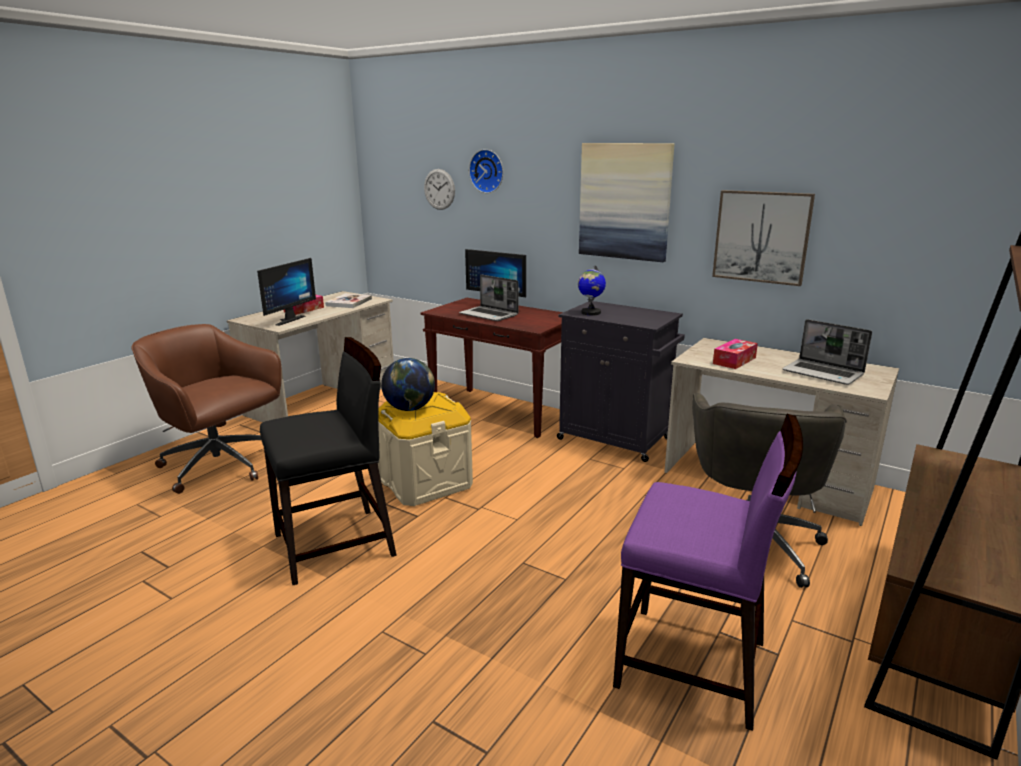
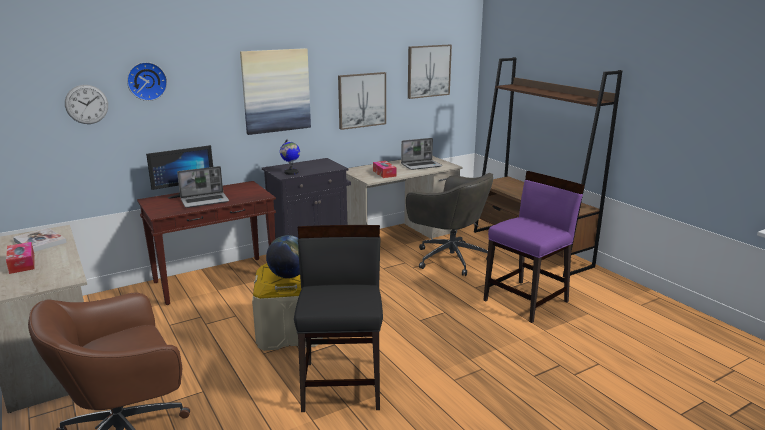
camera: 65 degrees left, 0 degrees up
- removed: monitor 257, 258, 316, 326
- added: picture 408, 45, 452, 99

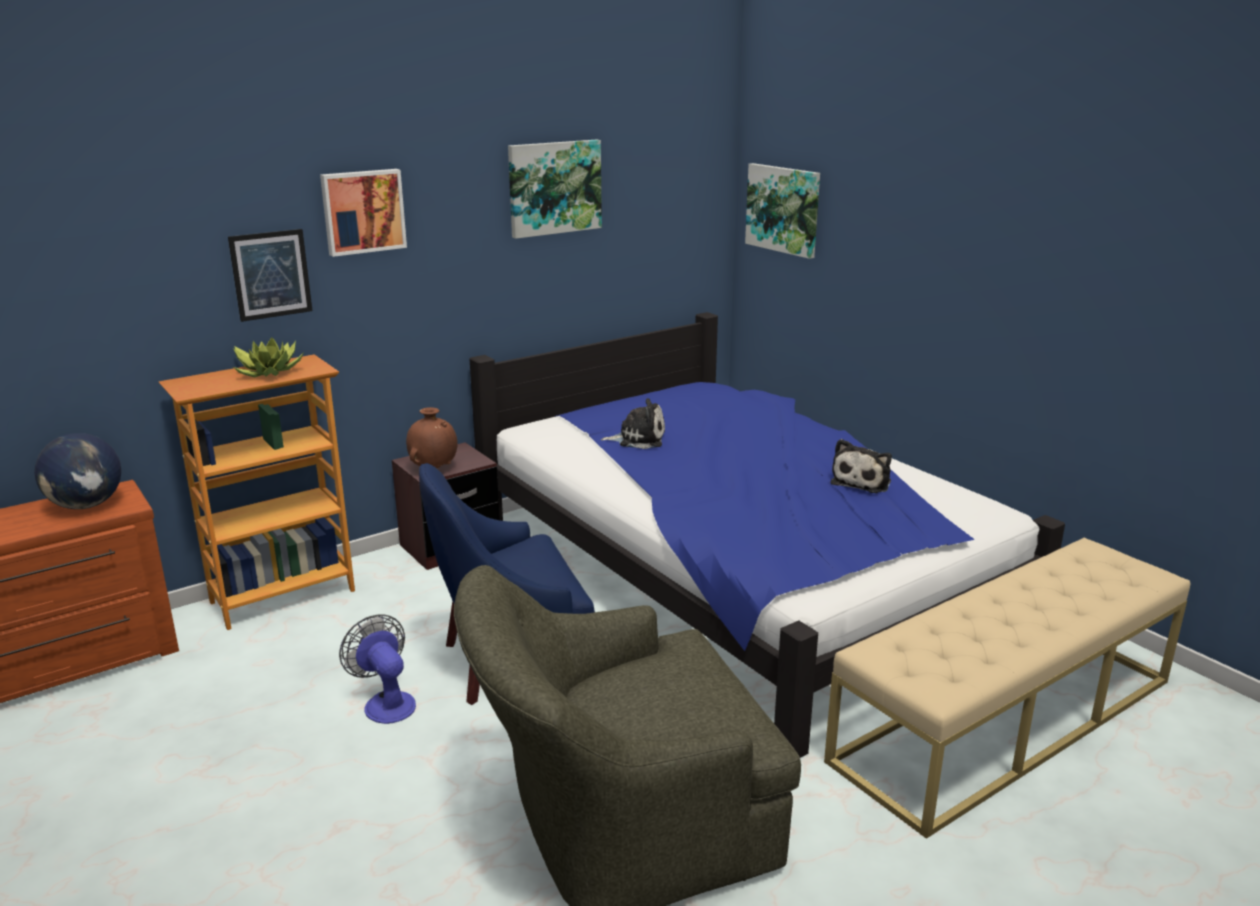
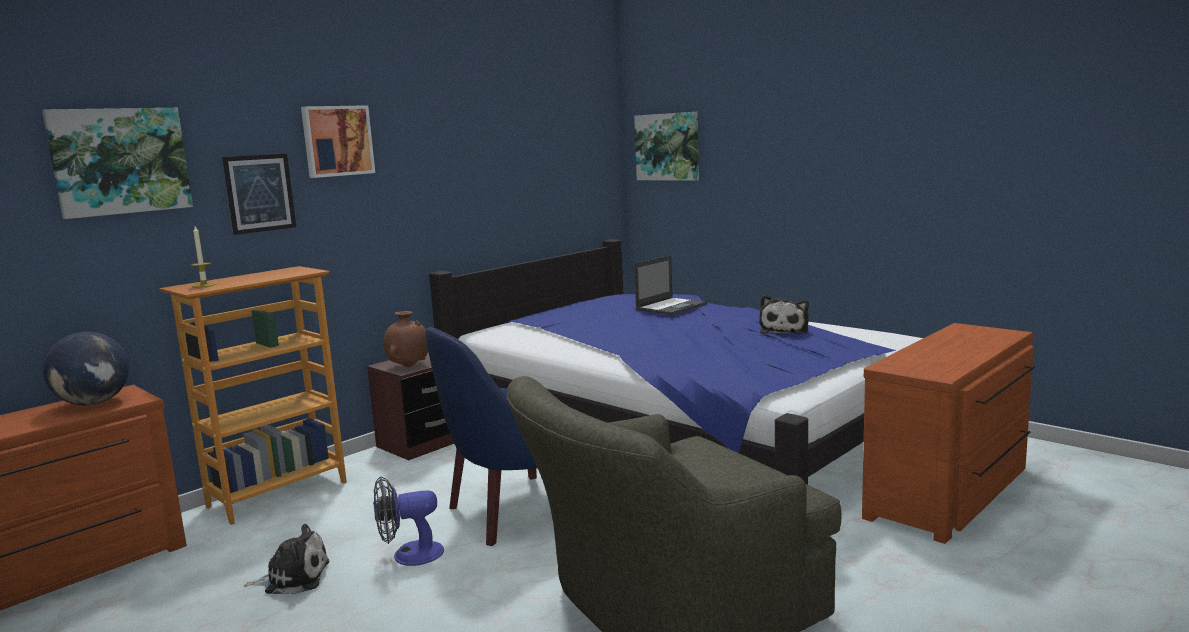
camera: 10 degrees left, 10 degrees down
- removed: potted plant 233, 337, 304, 377
- added: candle 191, 226, 216, 288
- added: laptop 634, 255, 707, 315
- moved: picture 508, 140, 602, 239 to 42, 108, 193, 219
- moved: plush toy 601, 398, 665, 449 to 244, 524, 329, 595
- replaced: beige bench 824, 538, 1191, 839 to brown dresser 862, 323, 1035, 544
- turned: fan 339, 614, 416, 724 = 373, 476, 444, 566 60 degrees counterclockwise

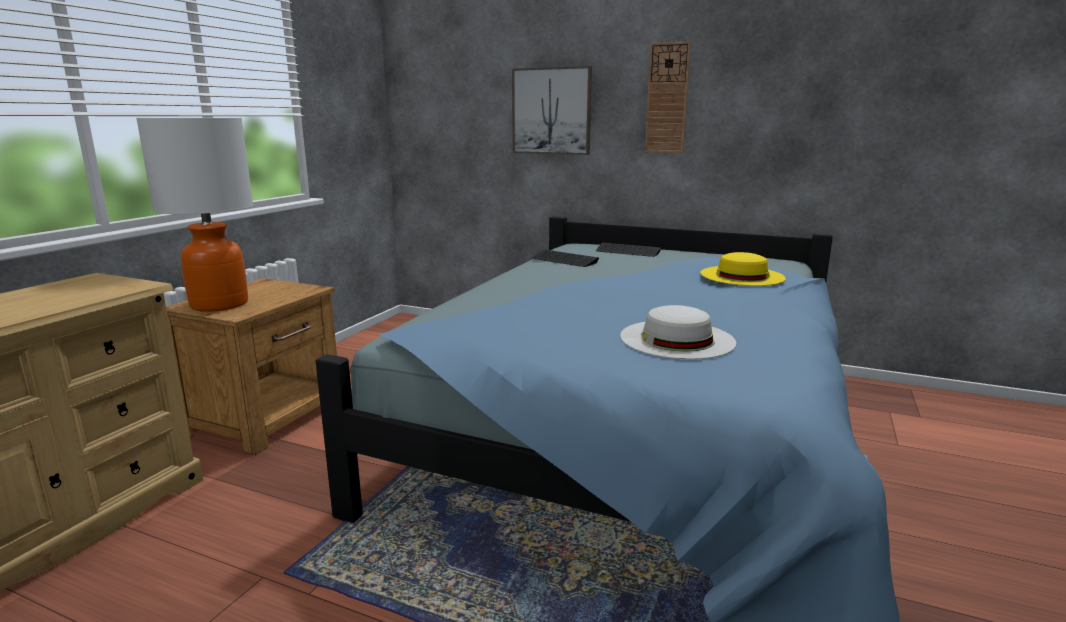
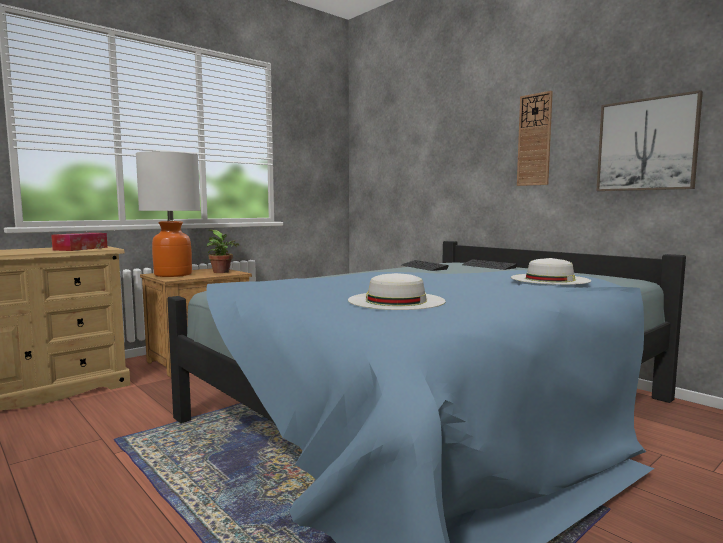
camera: 25 degrees right, 10 degrees down
- added: tissue box 51, 233, 108, 251
- added: potted plant 207, 230, 240, 273
- moved: picture 512, 66, 592, 155 to 597, 90, 703, 191
- recoloured: yellow hat 700, 252, 786, 286 to white hat 511, 258, 591, 285

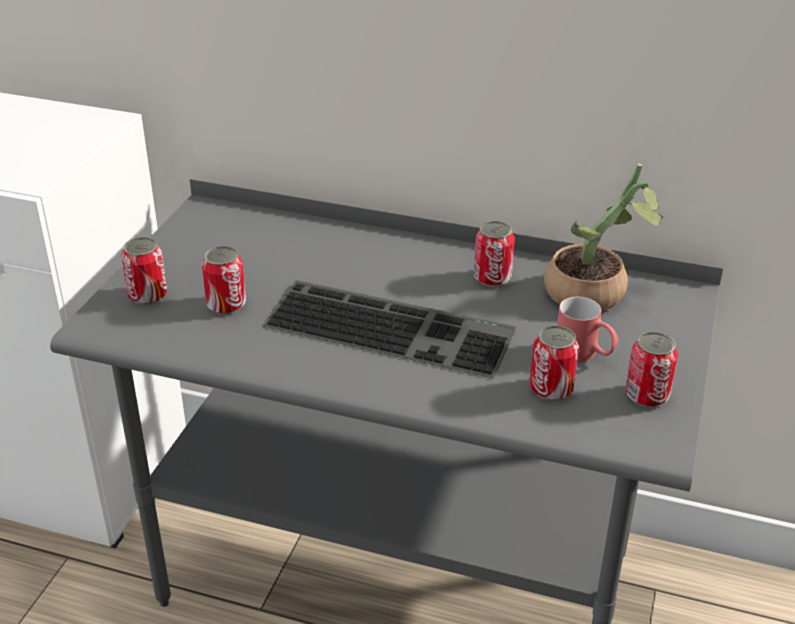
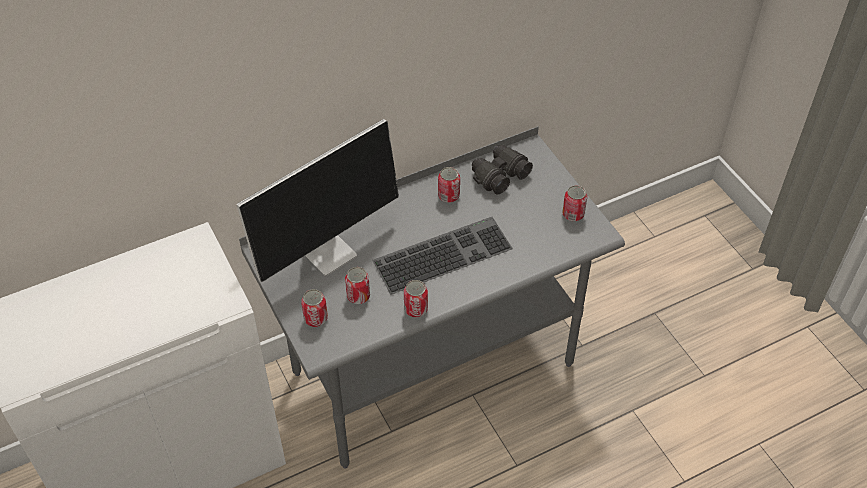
camera: 45 degrees left, 15 degrees up
- removed: red mug 557, 297, 618, 363
- added: monitor 237, 119, 399, 282
- moved: can 530, 325, 579, 401 to 404, 280, 428, 317
- replaced: potted plant 544, 163, 664, 311 to black binoculars 472, 145, 533, 195

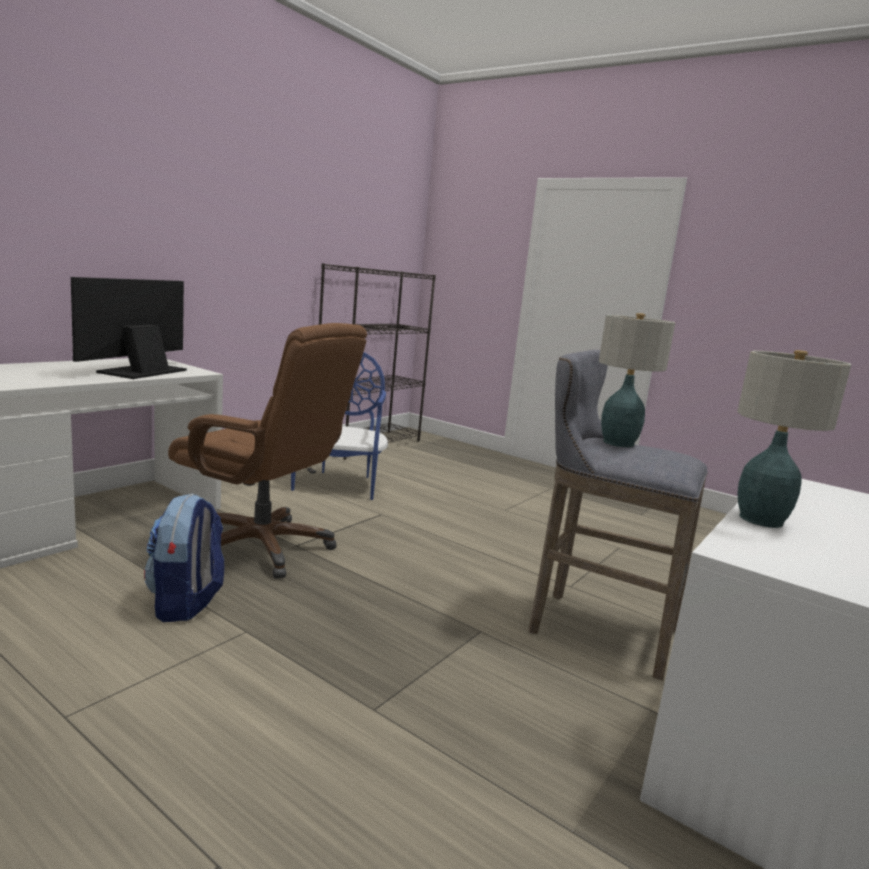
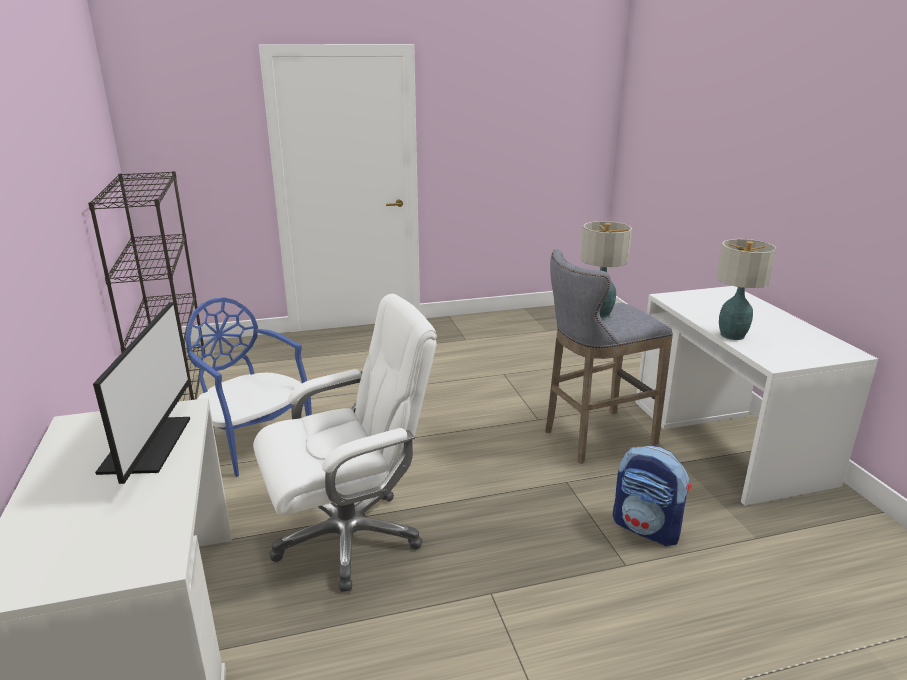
camera: 50 degrees left, 10 degrees up
- moved: backpack 144, 493, 224, 622 to 613, 446, 692, 546
- recoloured: brown office chair 168, 323, 367, 579 to white office chair 253, 294, 437, 592
- turned: monitor 71, 277, 187, 379 = 93, 302, 190, 484 150 degrees counterclockwise

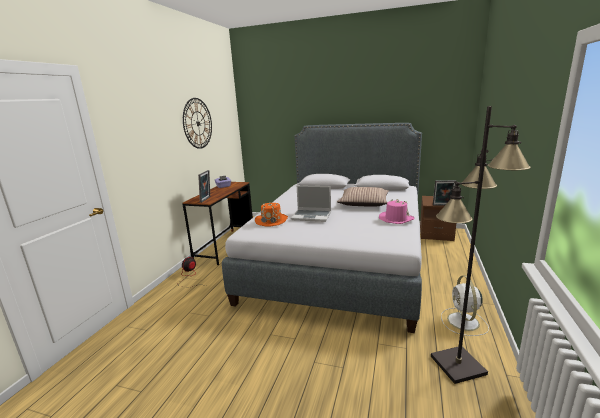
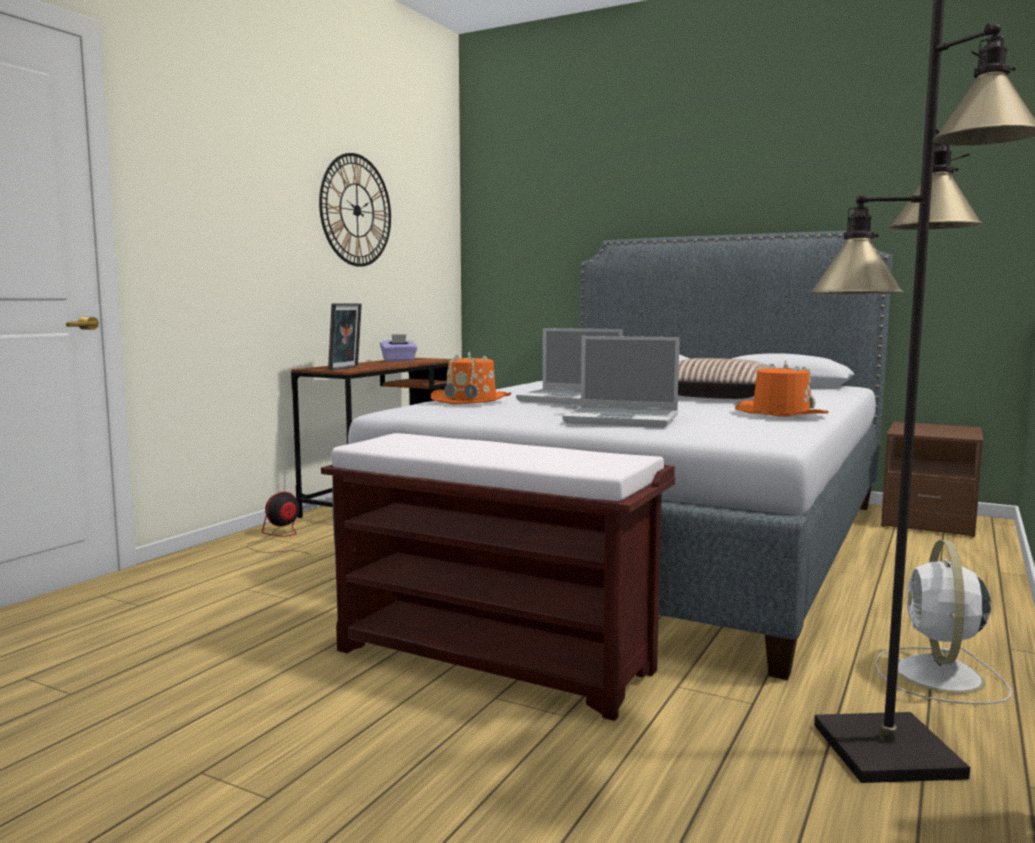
camera: 10 degrees right, 10 degrees down
- removed: picture frame 433, 180, 457, 206
- added: brown bench 321, 433, 675, 721
- added: laptop 563, 336, 680, 428
- recoloured: pink hat 379, 199, 414, 224 to orange hat 735, 360, 829, 416

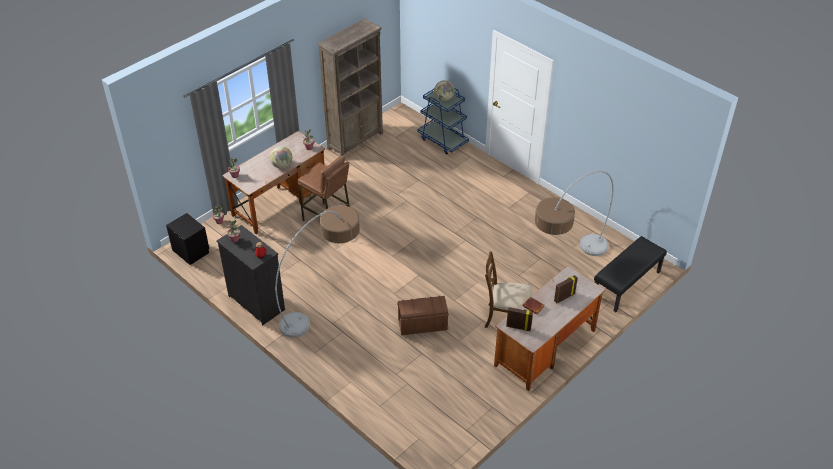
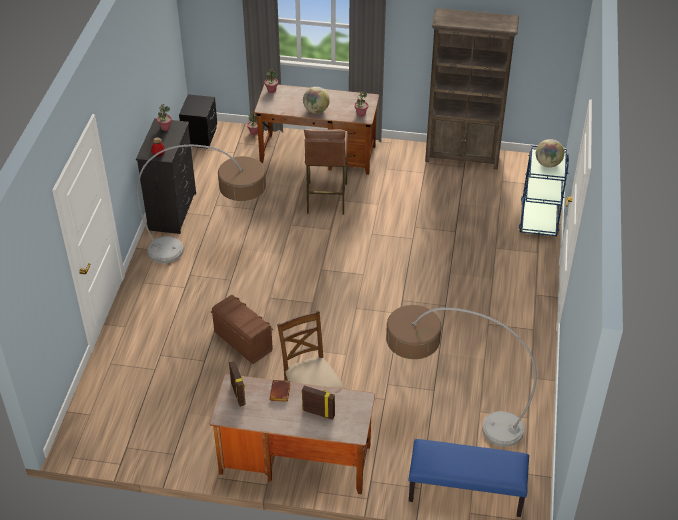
camera: 55 degrees right, 0 degrees up
- recoloured: black bench 594, 236, 667, 312 to blue bench 408, 439, 529, 517

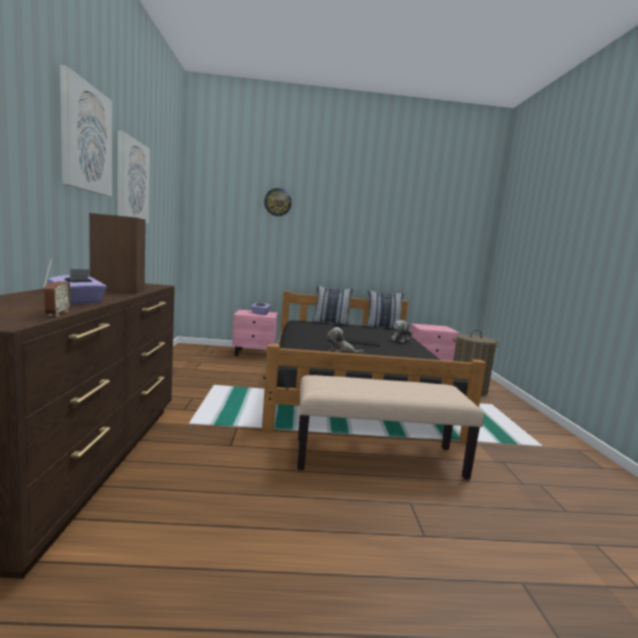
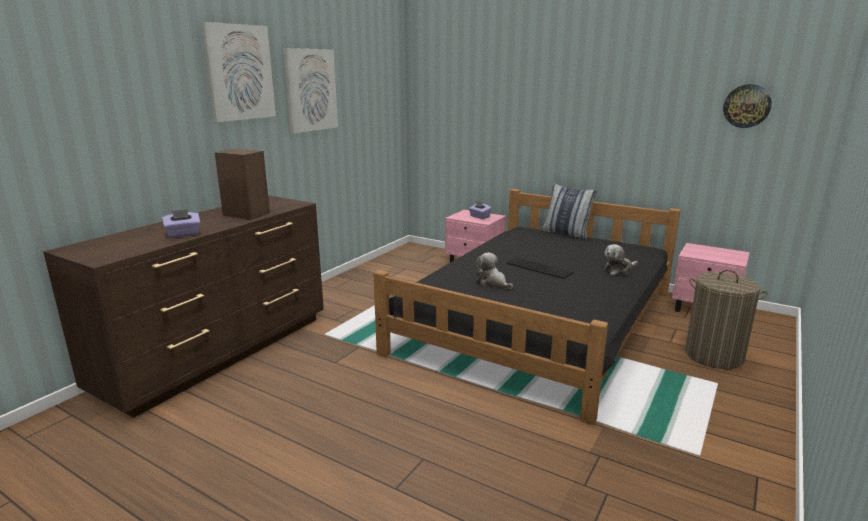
camera: 35 degrees right, 10 degrees up
- removed: radio 43, 259, 70, 317
- removed: beige bench 297, 375, 484, 480
- removed: pillow 366, 290, 404, 328
- moved: wall clock 264, 188, 292, 216 to 723, 84, 772, 128

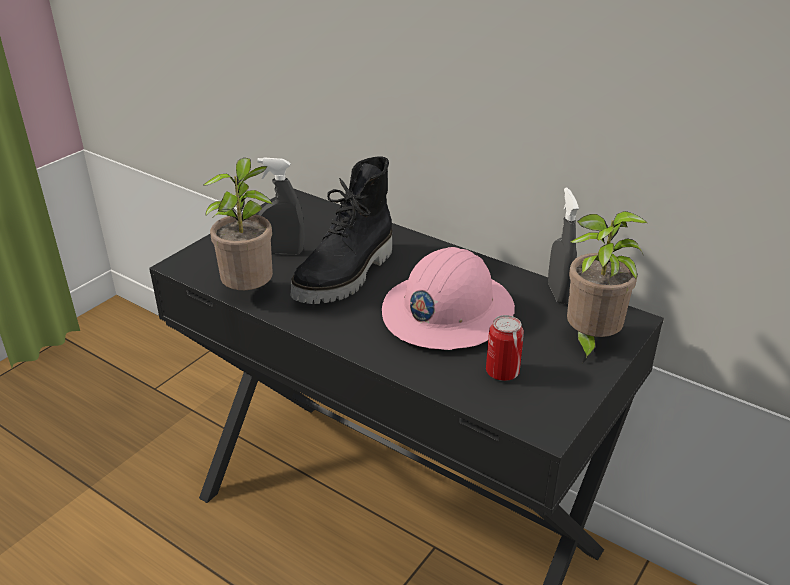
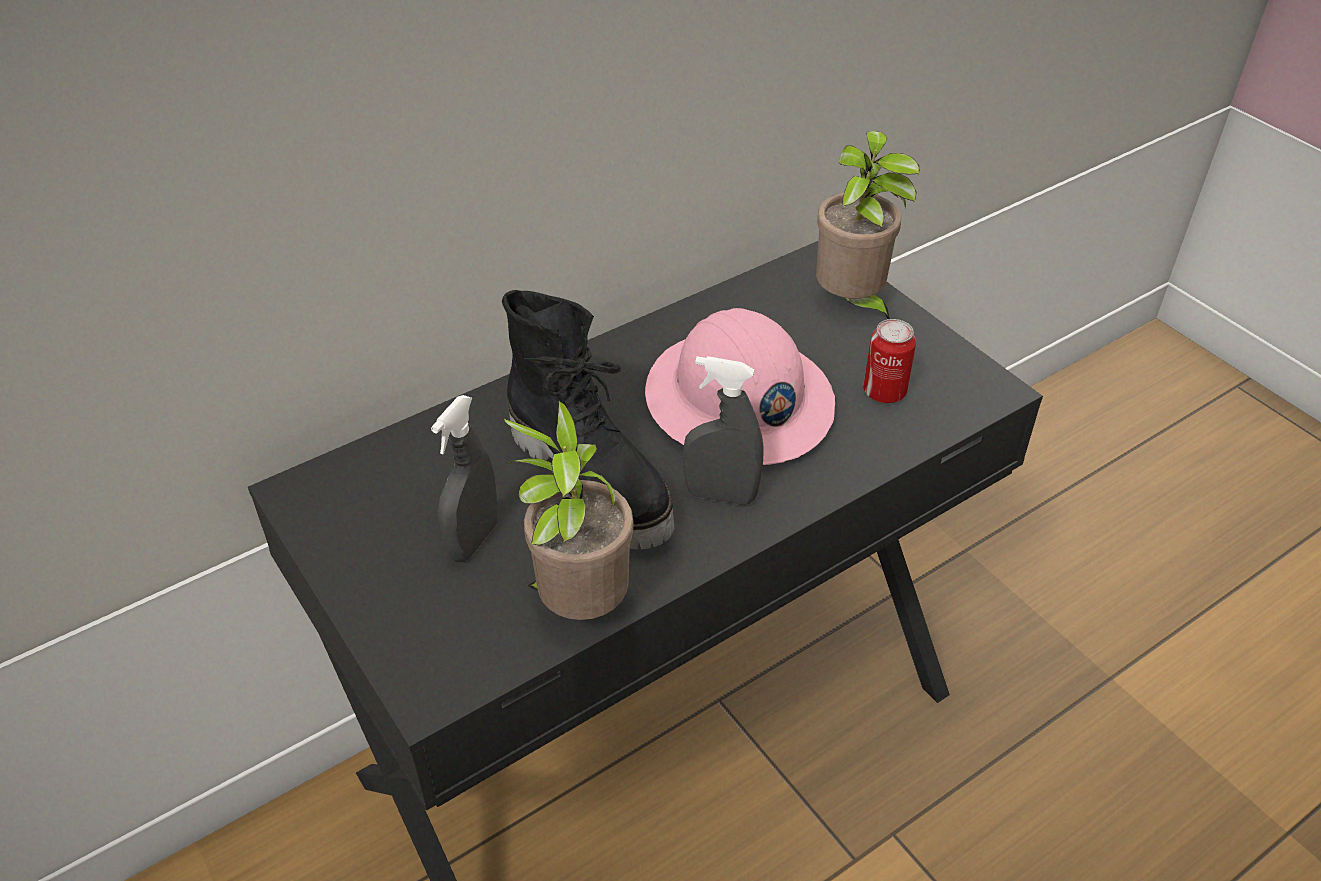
camera: 70 degrees left, 10 degrees up
- moved: grey spray bottle 548, 187, 579, 304 to 683, 356, 764, 506

